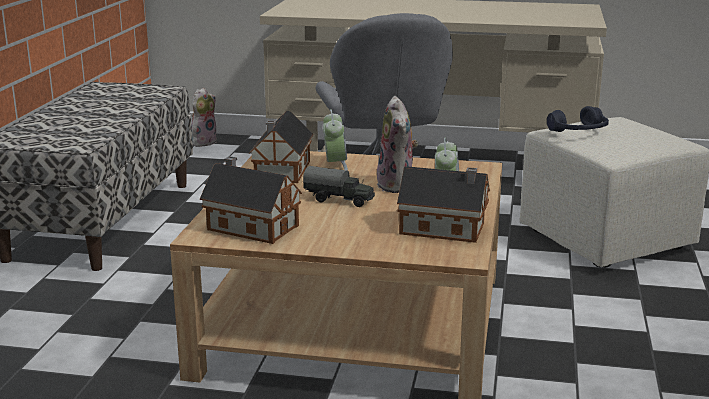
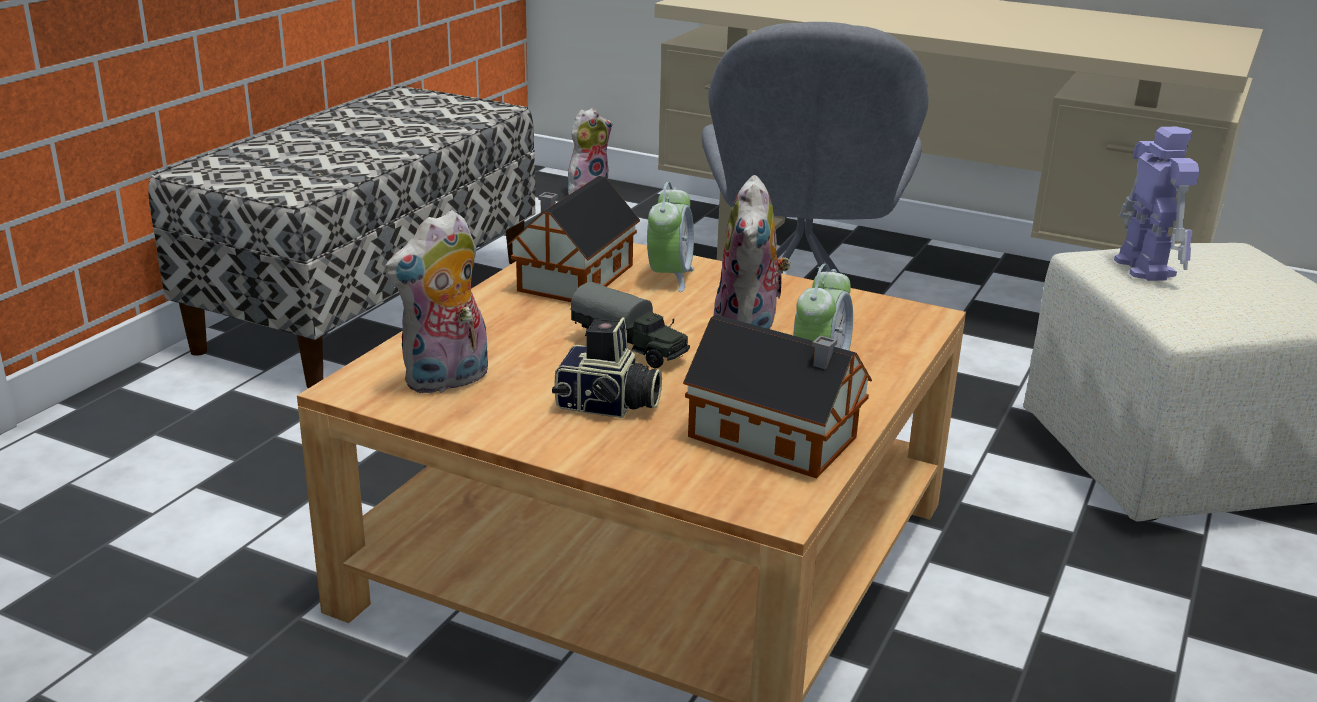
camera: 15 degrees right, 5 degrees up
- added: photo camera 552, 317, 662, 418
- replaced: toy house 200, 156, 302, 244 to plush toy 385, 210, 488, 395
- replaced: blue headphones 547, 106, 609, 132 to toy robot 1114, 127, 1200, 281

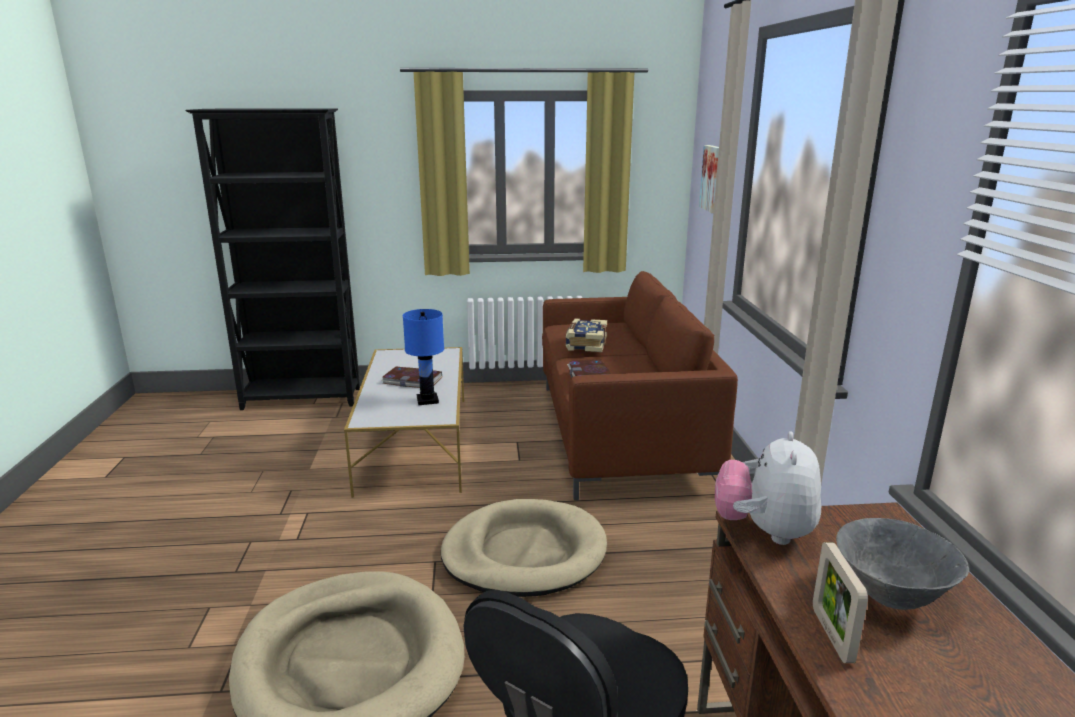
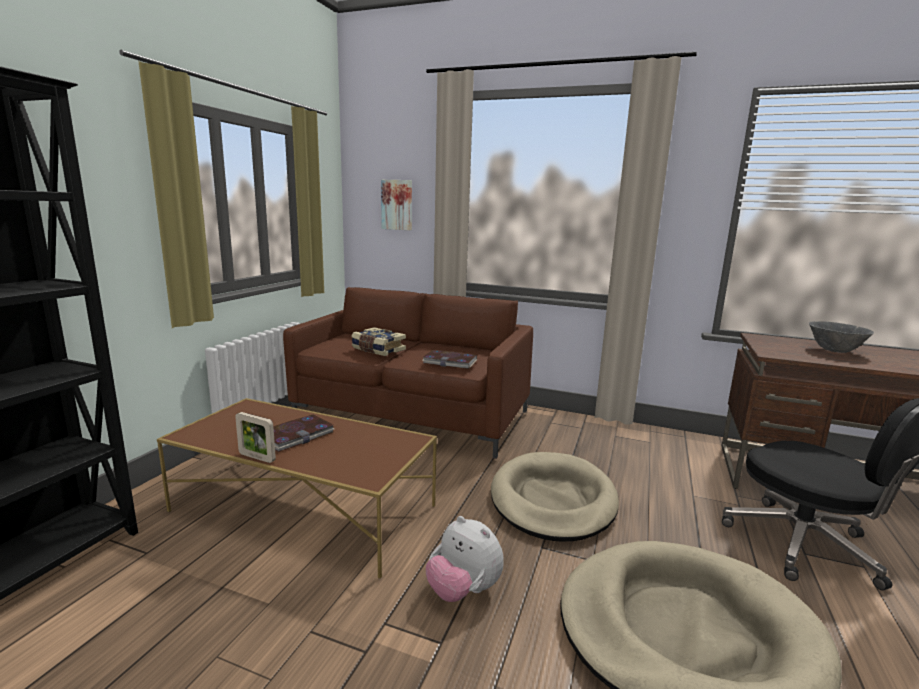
camera: 65 degrees left, 5 degrees down
- removed: blue table lamp 403, 309, 444, 405
- moved: plush toy 715, 431, 821, 545 to 426, 516, 504, 602
- moved: picture frame 813, 542, 868, 663 to 235, 412, 276, 463
- recoloured: white coffee table 344, 347, 464, 498 to brown coffee table 157, 398, 437, 579

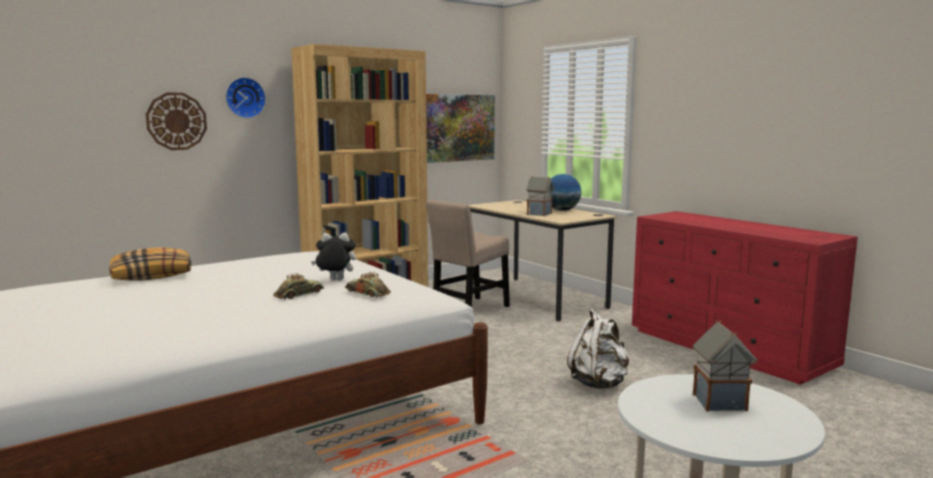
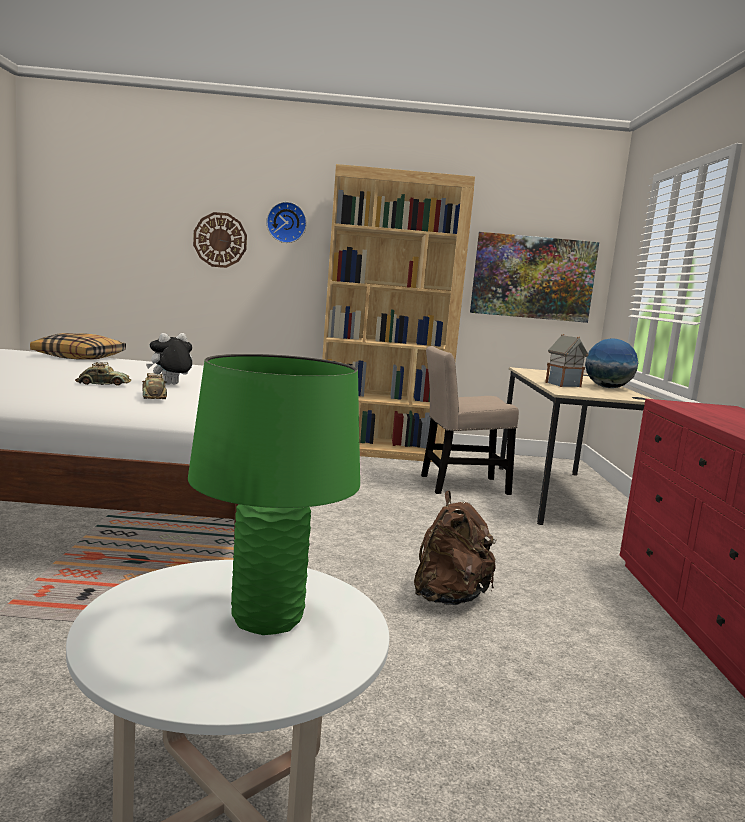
camera: 35 degrees right, 0 degrees up
- replaced: toy house 693, 320, 757, 412 to green table lamp 188, 354, 360, 635
- recoloured: white backpack 567, 309, 630, 389 to brown backpack 414, 491, 497, 605
- turned: plush toy 311, 232, 356, 281 = 146, 333, 193, 384 75 degrees counterclockwise

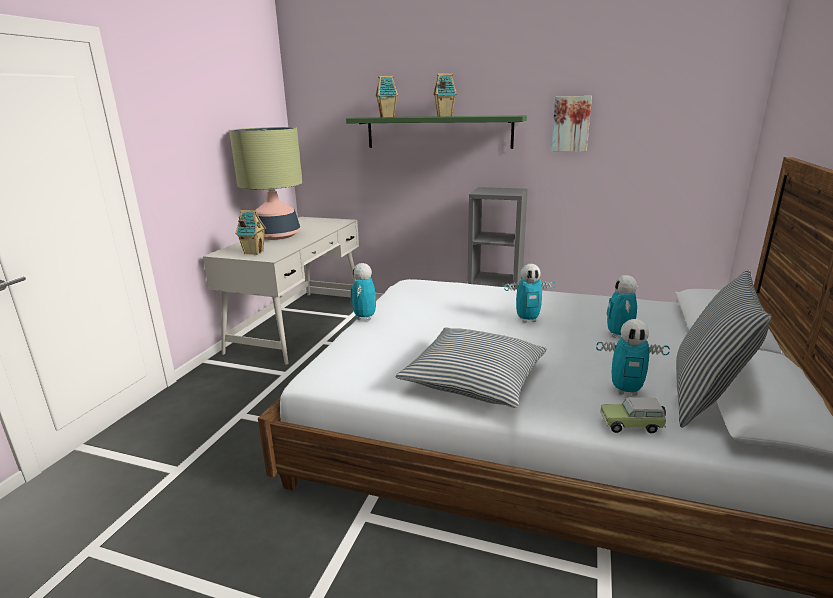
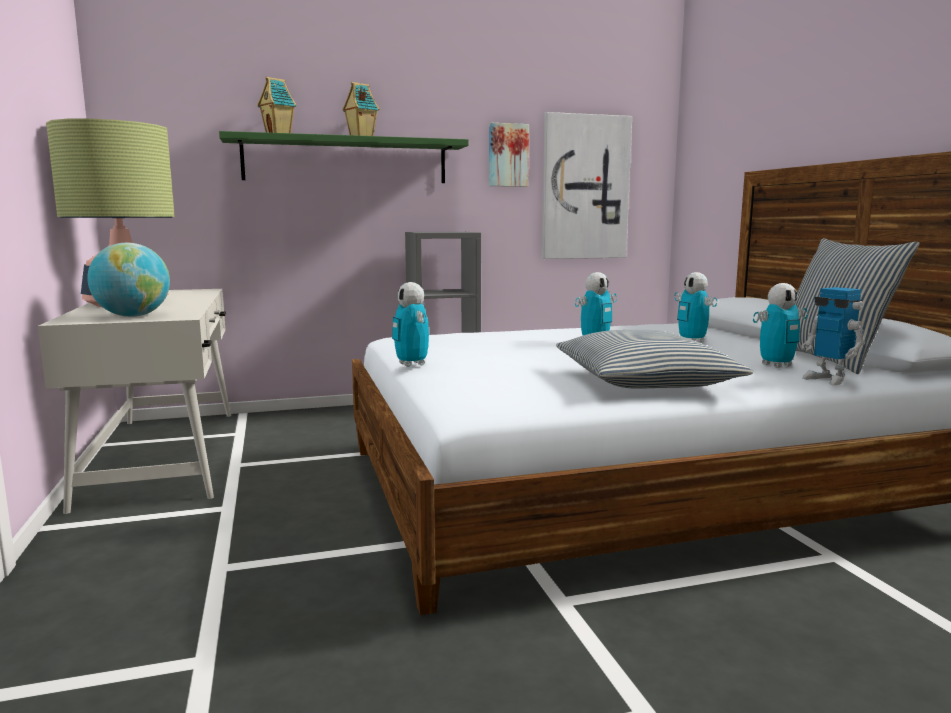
camera: 35 degrees left, 10 degrees down
- added: picture 542, 112, 632, 259
- replaced: toy house 235, 210, 266, 255 to globe 87, 243, 170, 317
- replaced: toy car 600, 397, 666, 434 to toy robot 801, 287, 865, 385

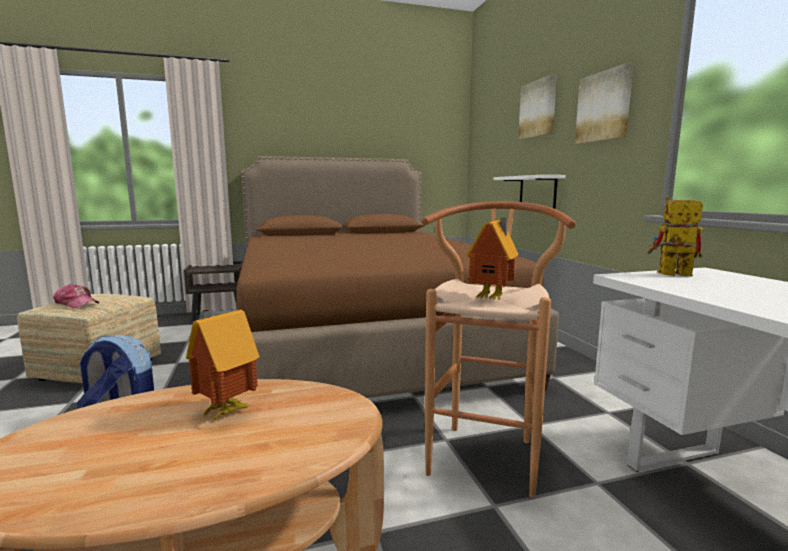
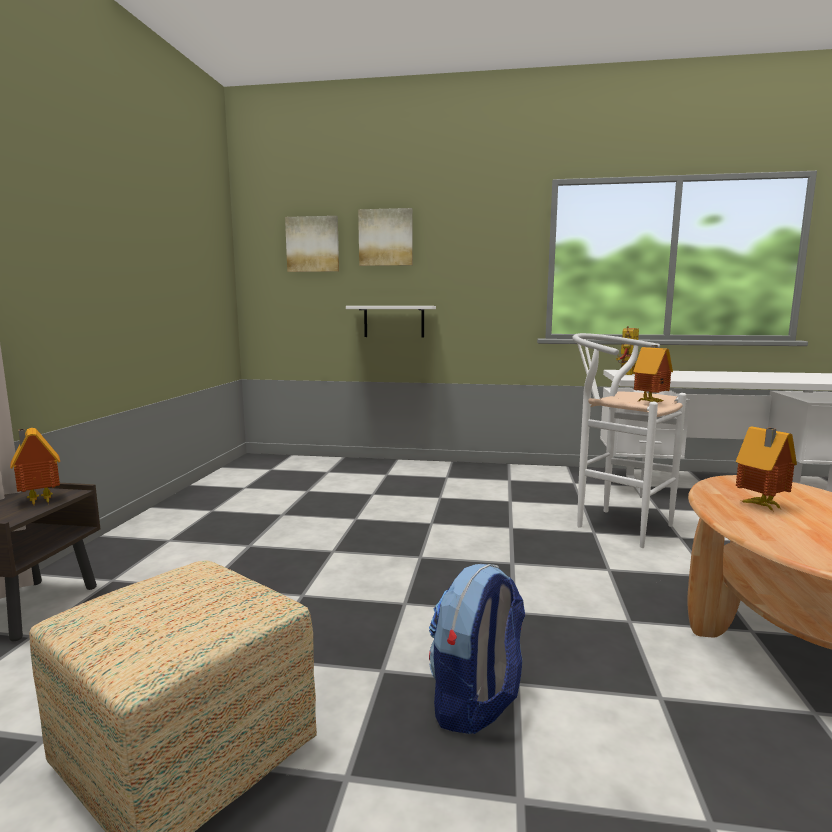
camera: 65 degrees left, 0 degrees up
- removed: cap 53, 284, 99, 309
- removed: brown bed 236, 156, 559, 398
- added: toy house 10, 428, 60, 505
- moved: picture 575, 62, 633, 144 to 285, 216, 339, 272
- recoloured: brown stool 422, 201, 576, 498 to white stool 572, 333, 686, 548

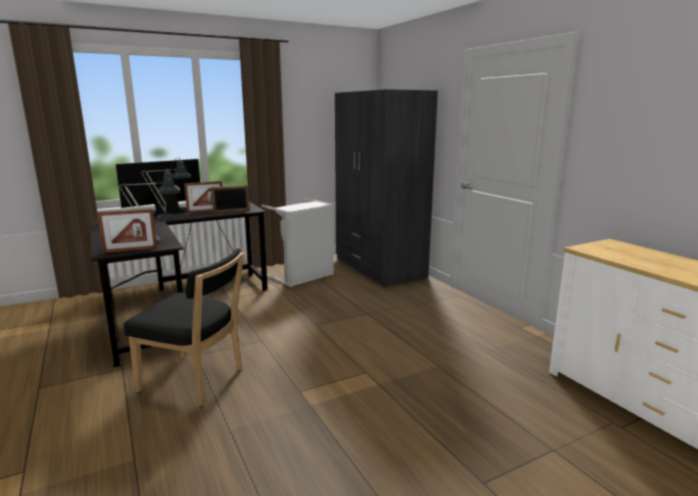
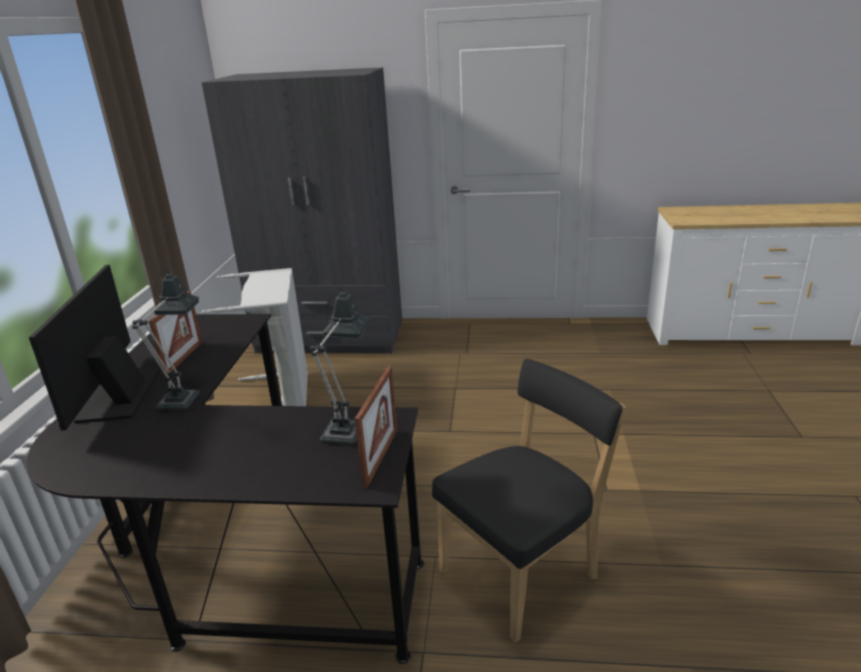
camera: 55 degrees left, 10 degrees up
- removed: picture frame 211, 185, 250, 213

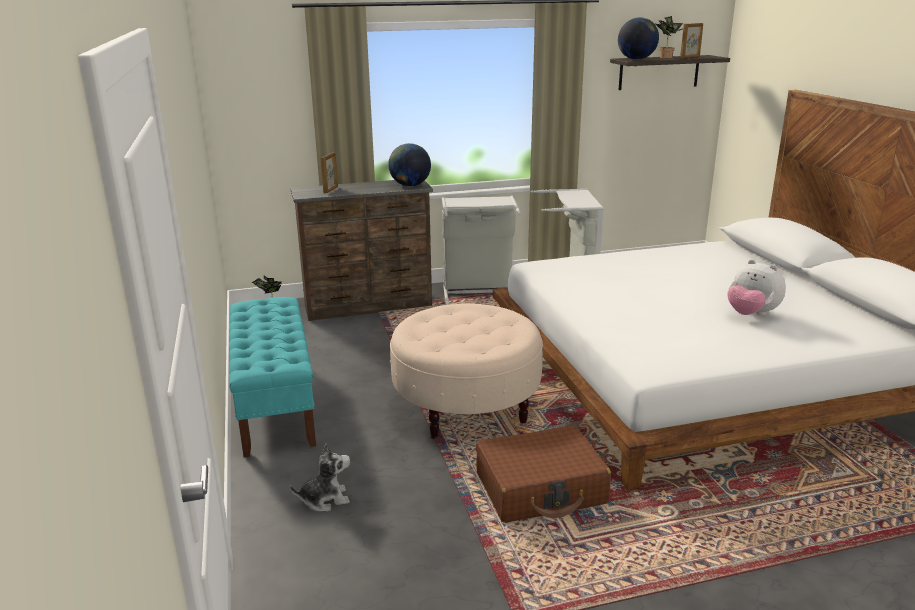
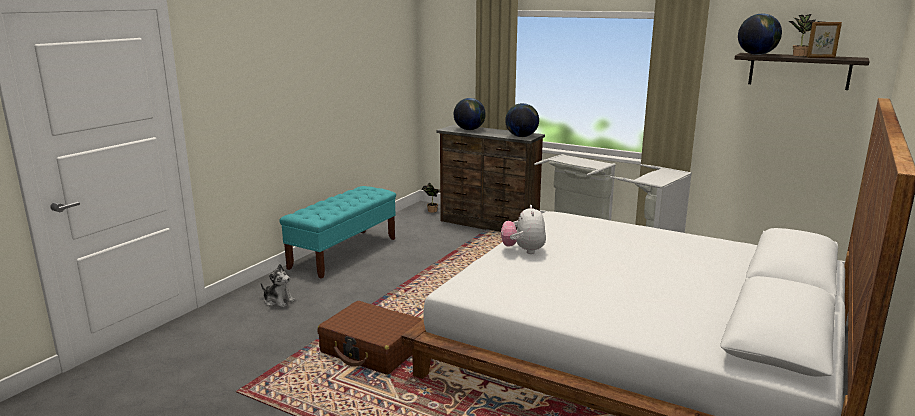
camera: 45 degrees right, 5 degrees down
- removed: beige ottoman 390, 304, 543, 439
- moved: plush toy 727, 259, 786, 316 to 501, 205, 546, 254
- replaced: picture frame 321, 152, 338, 194 to globe 454, 98, 486, 130

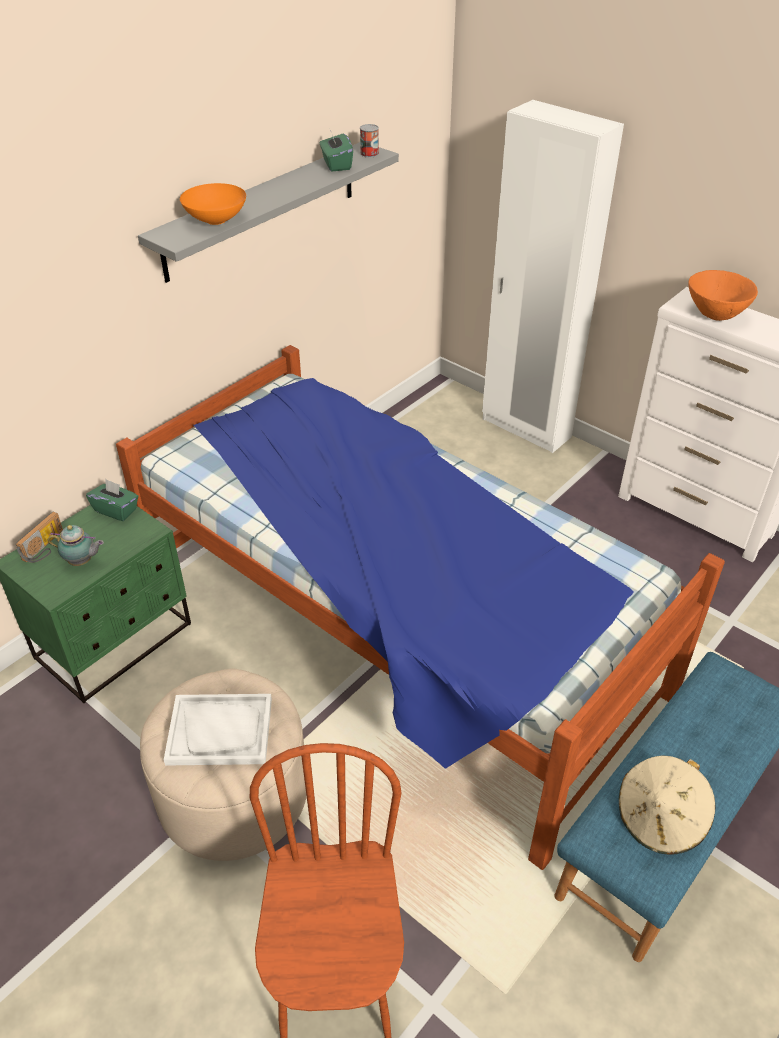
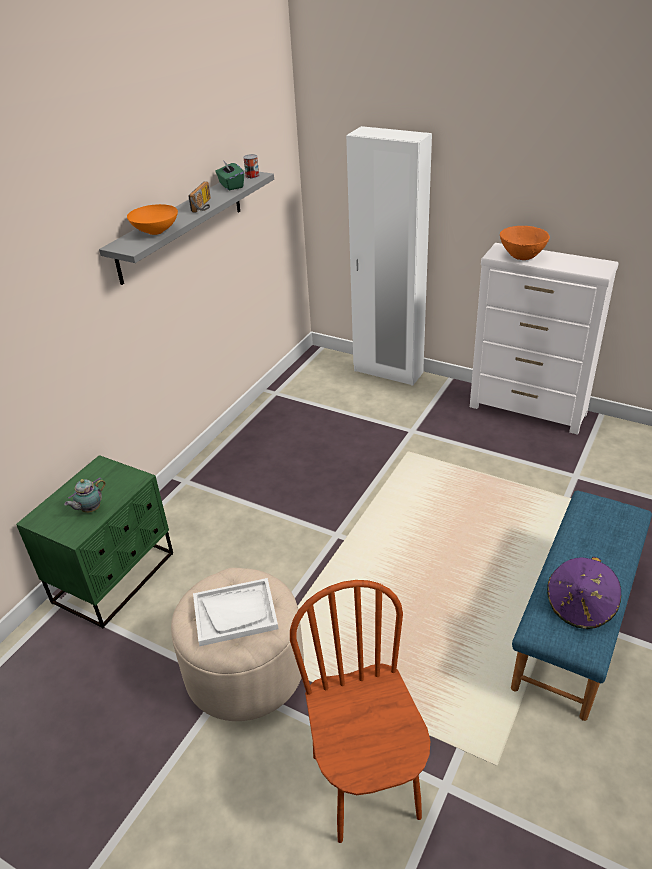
camera: 10 degrees left, 5 degrees down
- removed: green tissue box 86, 479, 138, 521
- removed: bed 116, 345, 725, 870
- moved: radio 16, 512, 63, 563 to 188, 182, 211, 212
- recoloured: beige hat 619, 756, 716, 855 to purple hat 547, 557, 621, 629
- turned: teapot 48, 525, 104, 566 = 64, 478, 106, 513 135 degrees clockwise

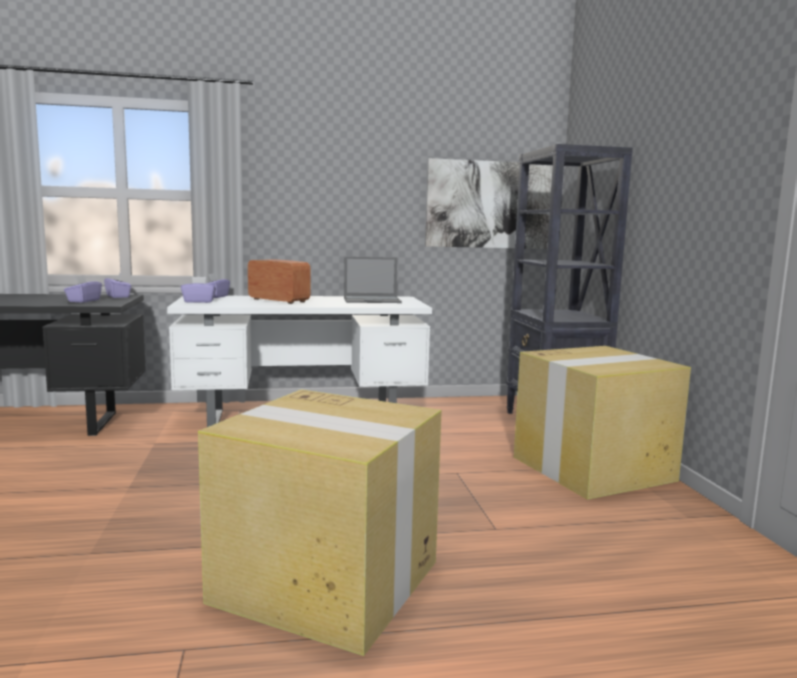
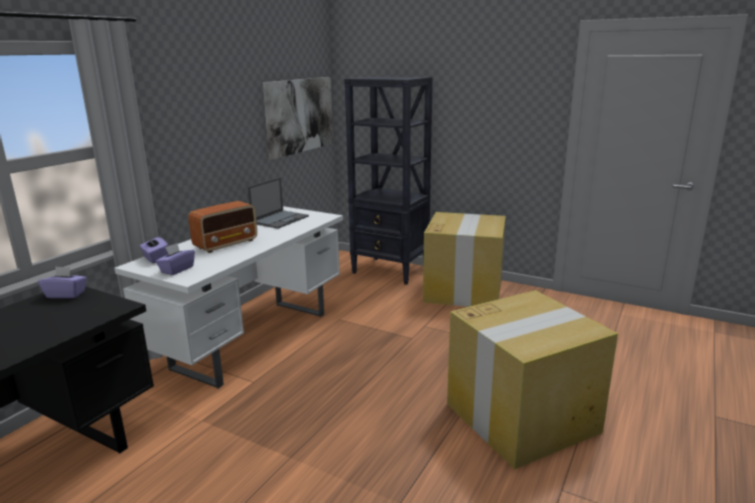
camera: 50 degrees left, 10 degrees up
- removed: purple tissue box 64, 275, 102, 303
- turned: radio 248, 259, 311, 304 = 188, 201, 257, 253 150 degrees clockwise

